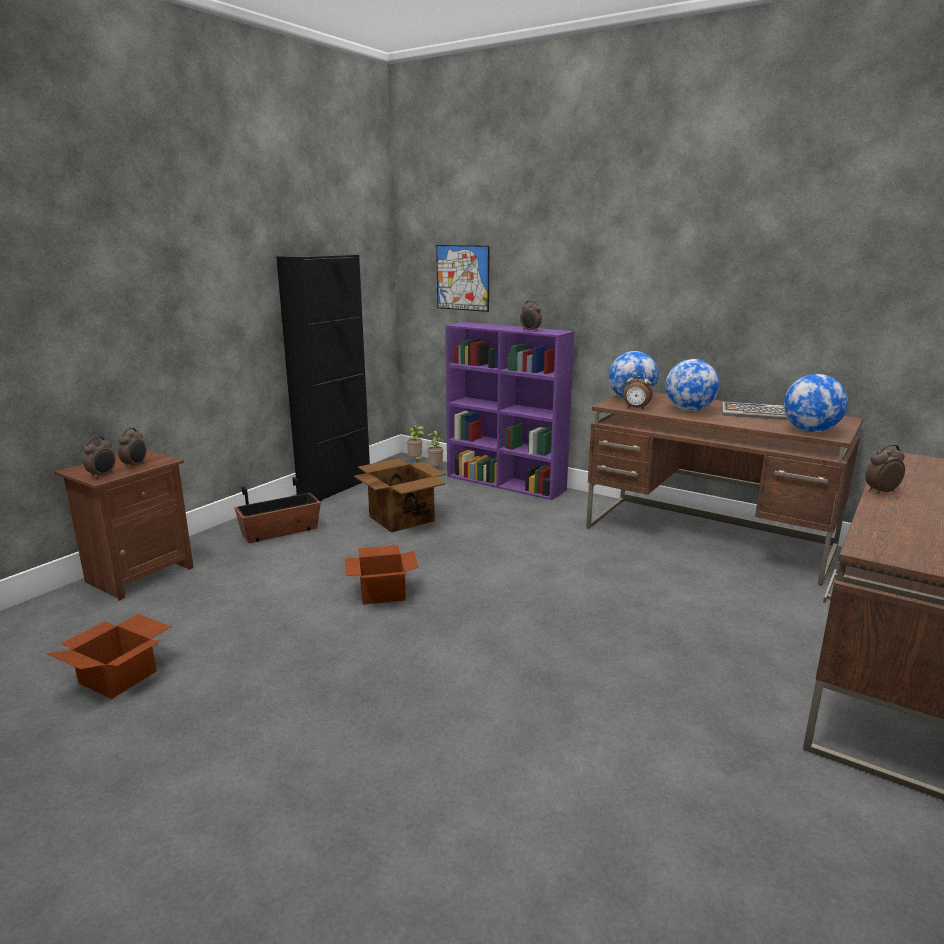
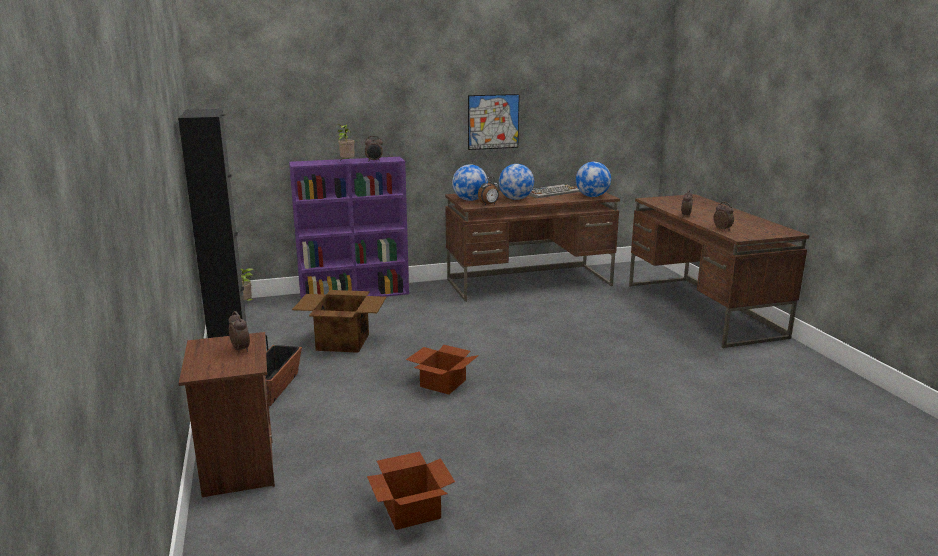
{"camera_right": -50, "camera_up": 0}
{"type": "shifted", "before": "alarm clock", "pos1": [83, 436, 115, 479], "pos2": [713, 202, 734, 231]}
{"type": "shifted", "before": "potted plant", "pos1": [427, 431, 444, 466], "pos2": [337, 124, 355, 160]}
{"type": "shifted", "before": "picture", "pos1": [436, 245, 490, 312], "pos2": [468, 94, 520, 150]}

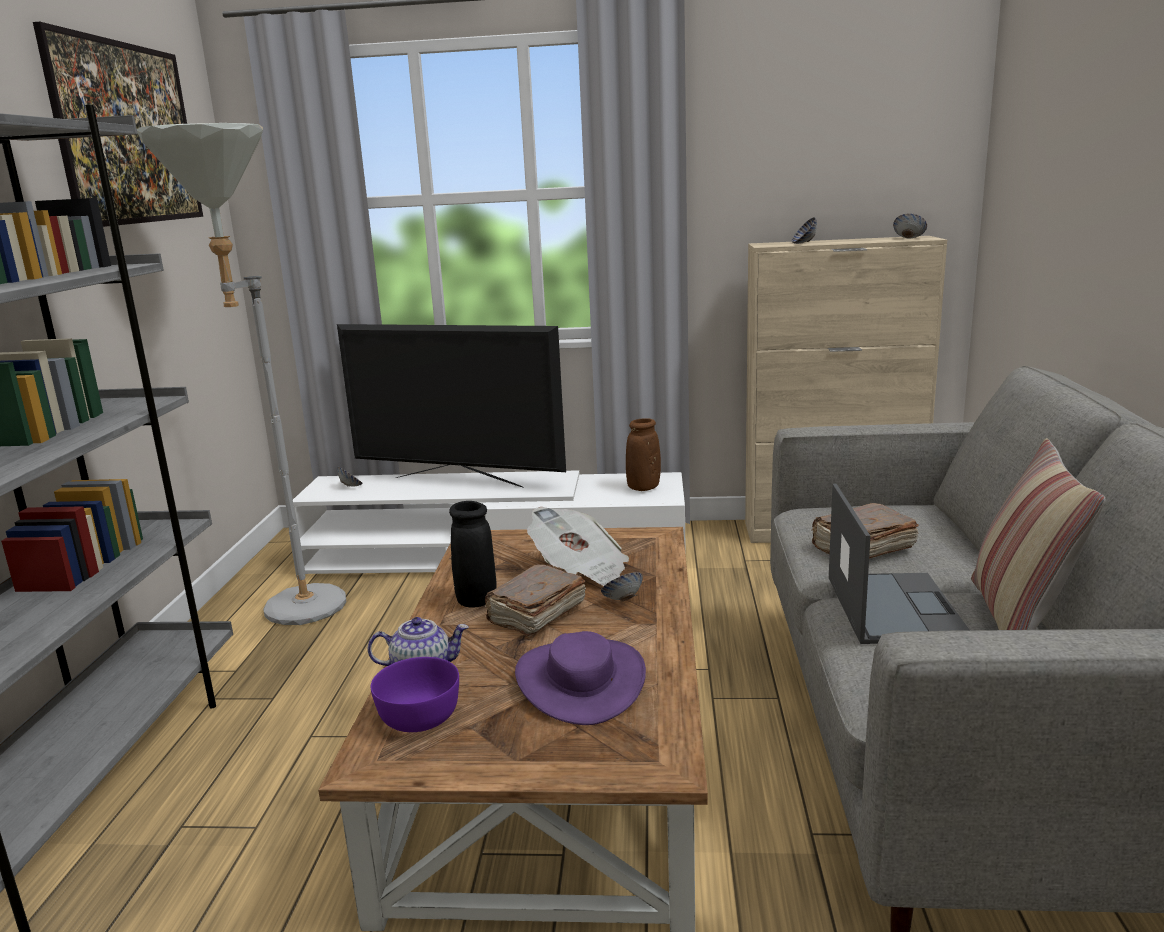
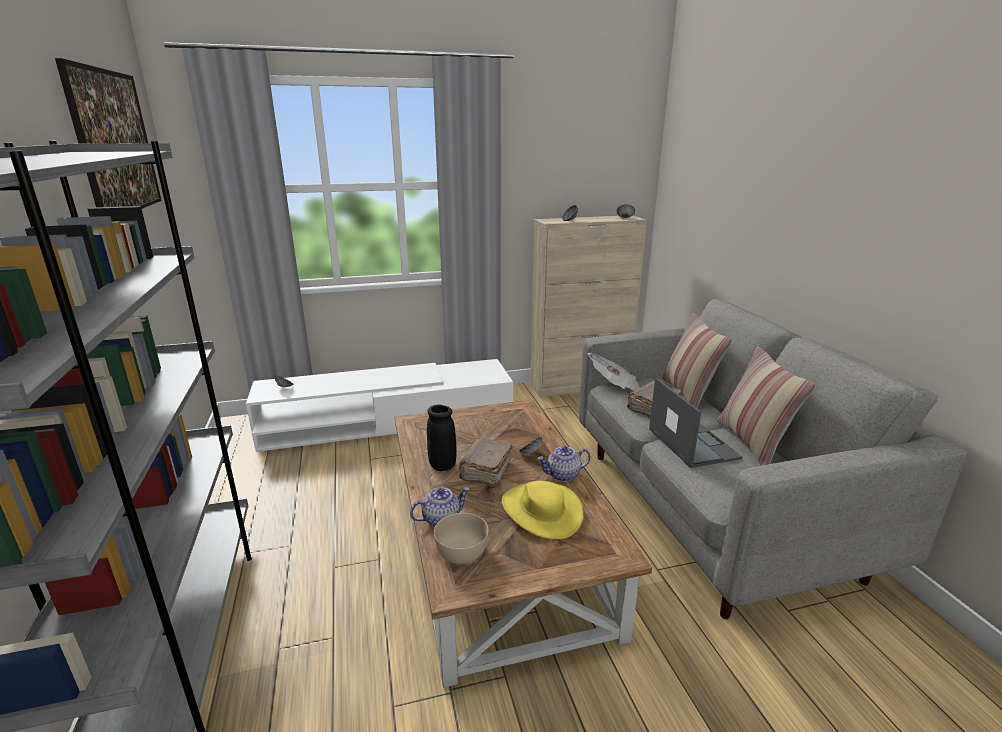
{"camera_right": -20, "camera_up": 5}
{"type": "gone", "before": "floor lamp in grey", "pos1": [137, 123, 347, 625]}
{"type": "gone", "before": "television", "pos1": [337, 324, 566, 488]}
{"type": "gone", "before": "vase in brown", "pos1": [626, 418, 661, 491]}
{"type": "new", "after": "teapot", "pos2": [538, 446, 591, 482]}
{"type": "new", "after": "pillow", "pos2": [662, 313, 732, 408]}
{"type": "shifted", "before": "newspaper", "pos1": [527, 507, 629, 586], "pos2": [588, 353, 640, 391]}
{"type": "repainted", "before": "bowl in purple", "after": "bowl in beige", "pos1": [371, 657, 459, 732], "pos2": [434, 513, 488, 564]}
{"type": "repainted", "before": "hat in purple", "after": "hat in yellow", "pos1": [515, 631, 646, 725], "pos2": [502, 481, 583, 539]}

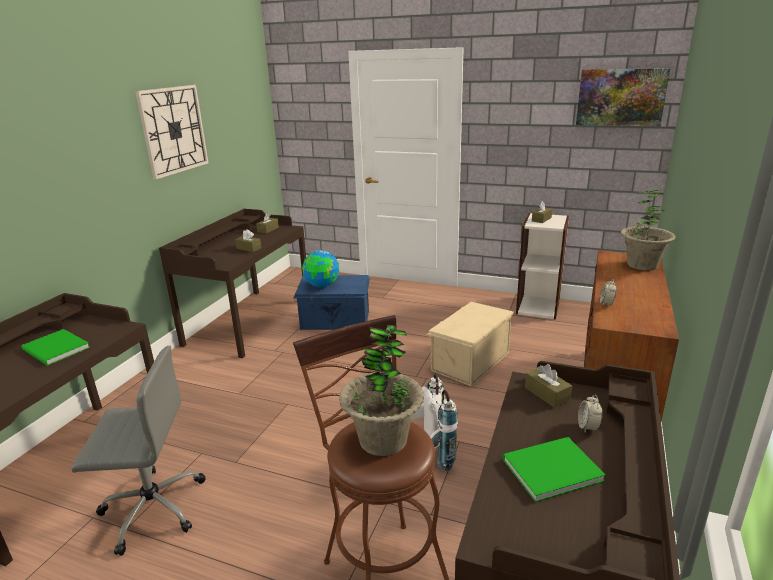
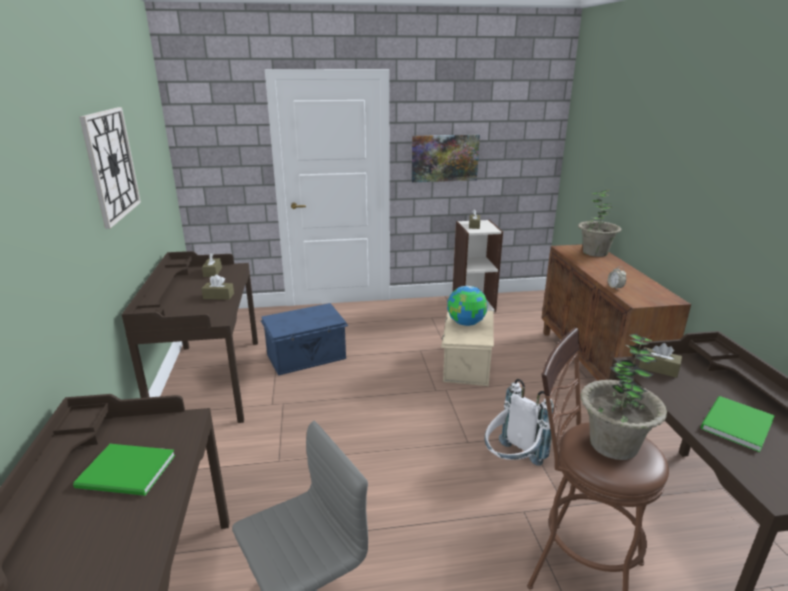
{"camera_right": -30, "camera_up": 0}
{"type": "gone", "before": "alarm clock", "pos1": [578, 395, 603, 433]}
{"type": "shifted", "before": "globe", "pos1": [302, 250, 339, 287], "pos2": [447, 286, 488, 326]}
{"type": "shifted", "before": "picture", "pos1": [576, 68, 670, 126], "pos2": [412, 134, 480, 182]}

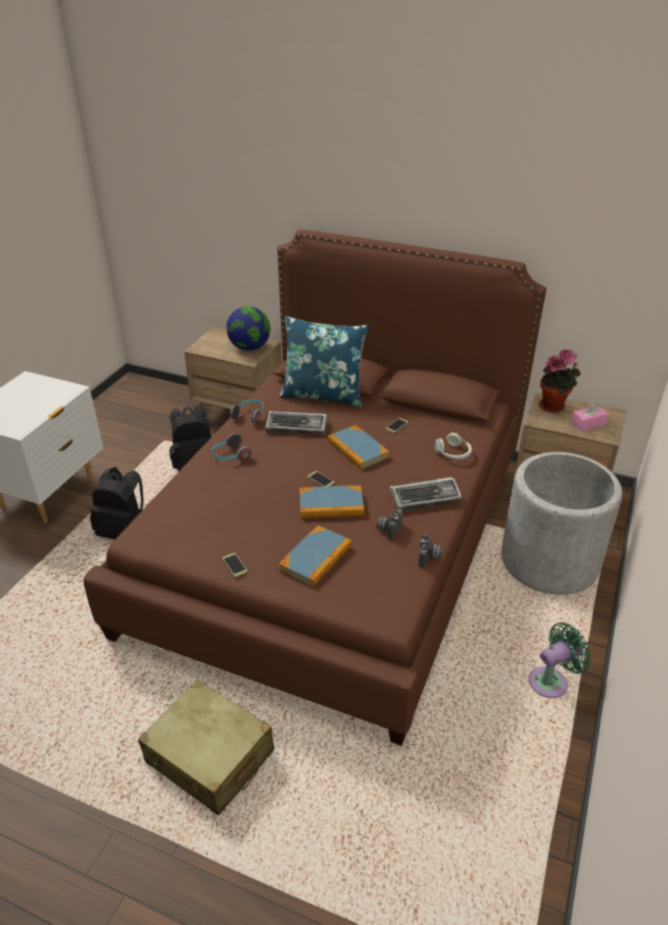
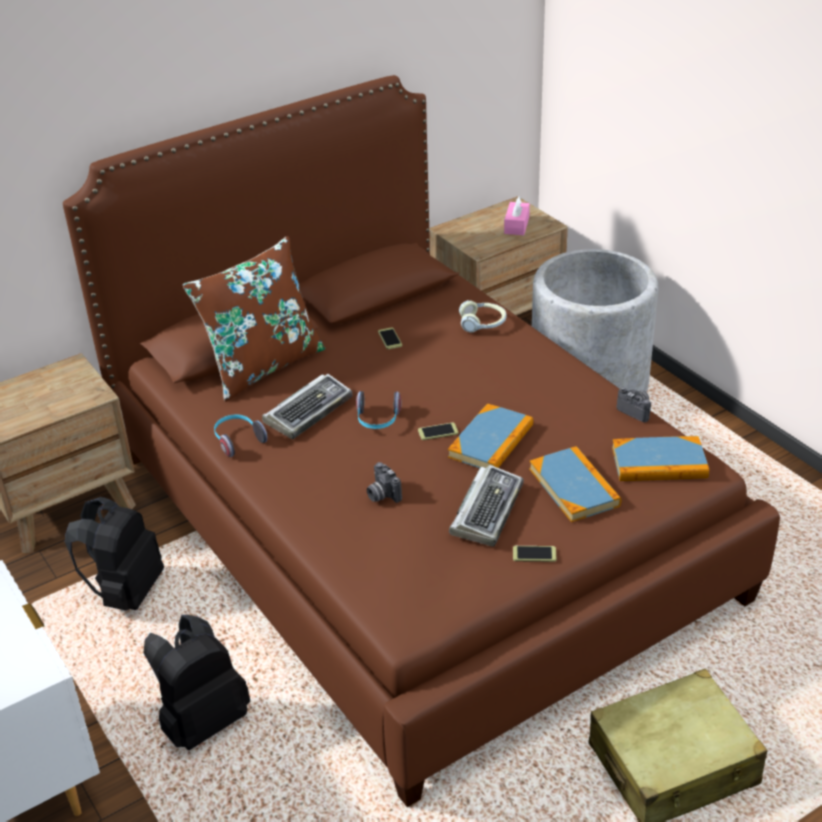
{"camera_right": -55, "camera_up": 0}
{"type": "gone", "before": "globe", "pos1": [226, 306, 270, 351]}
{"type": "gone", "before": "fan in green", "pos1": [529, 623, 591, 698]}
{"type": "gone", "before": "potted plant", "pos1": [539, 349, 581, 413]}
{"type": "shifted", "before": "headphones", "pos1": [212, 433, 252, 461], "pos2": [356, 391, 402, 429]}
{"type": "shifted", "before": "book", "pos1": [328, 425, 389, 470], "pos2": [612, 436, 709, 481]}
{"type": "shifted", "before": "photo camera", "pos1": [377, 509, 402, 540], "pos2": [367, 462, 402, 503]}
{"type": "shifted", "before": "keyboard", "pos1": [389, 477, 462, 511], "pos2": [449, 465, 524, 547]}
{"type": "repainted", "before": "pillow in blue", "after": "pillow in brown", "pos1": [279, 316, 369, 408], "pos2": [183, 236, 325, 402]}

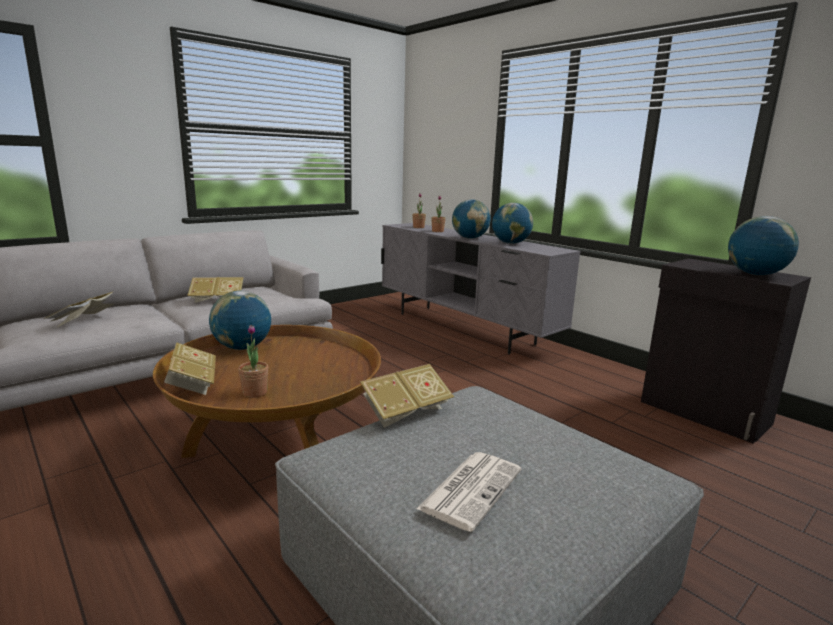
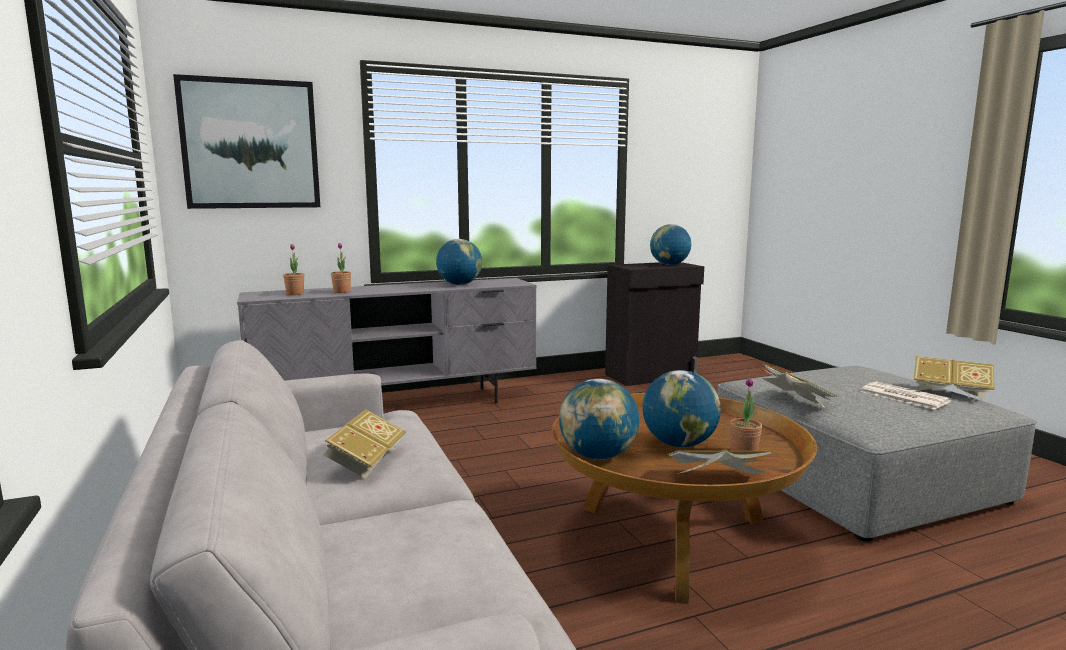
{"camera_right": -70, "camera_up": -5}
{"type": "new", "after": "picture", "pos2": [173, 74, 320, 209]}
{"type": "shifted", "before": "book", "pos1": [44, 292, 114, 328], "pos2": [914, 356, 995, 399]}
{"type": "shifted", "before": "globe", "pos1": [452, 199, 491, 239], "pos2": [642, 370, 721, 447]}

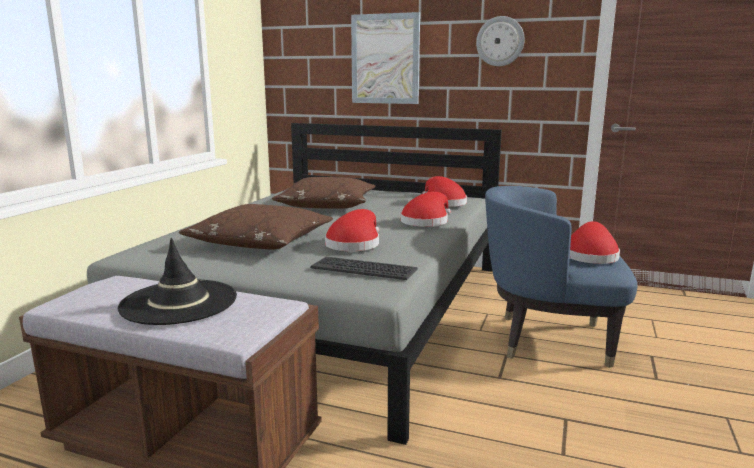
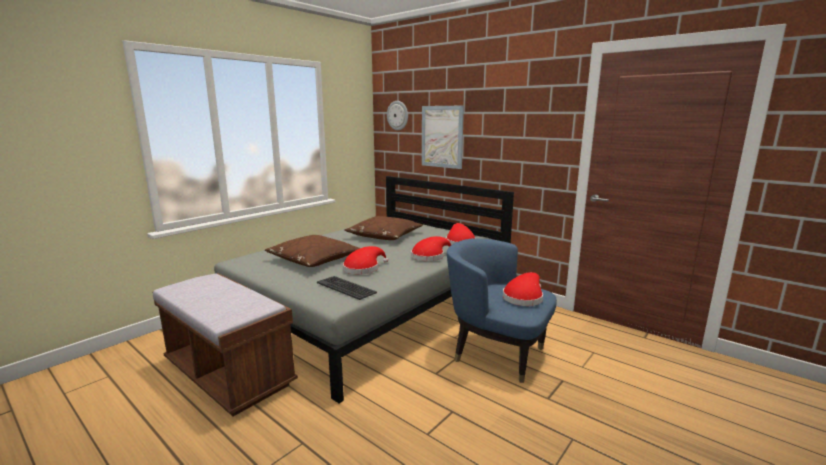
{"camera_right": 20, "camera_up": 0}
{"type": "gone", "before": "hat in black", "pos1": [118, 238, 237, 325]}
{"type": "shifted", "before": "wall clock", "pos1": [476, 16, 525, 66], "pos2": [387, 101, 408, 130]}

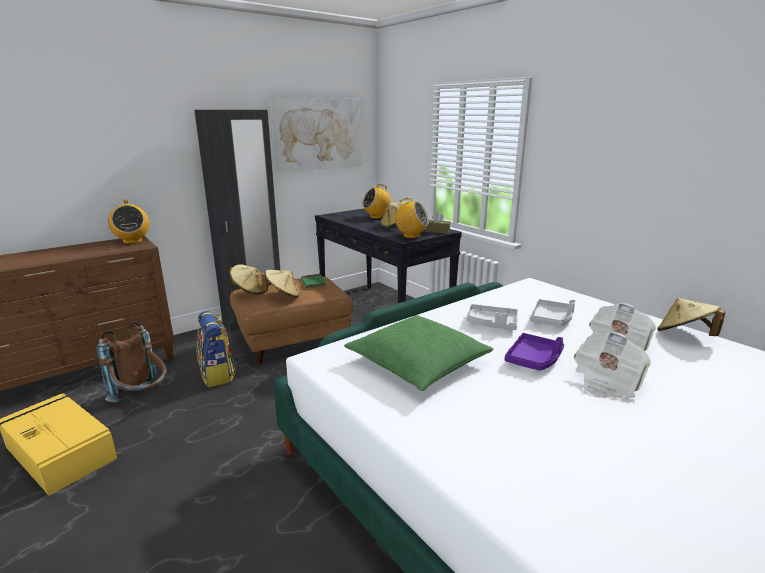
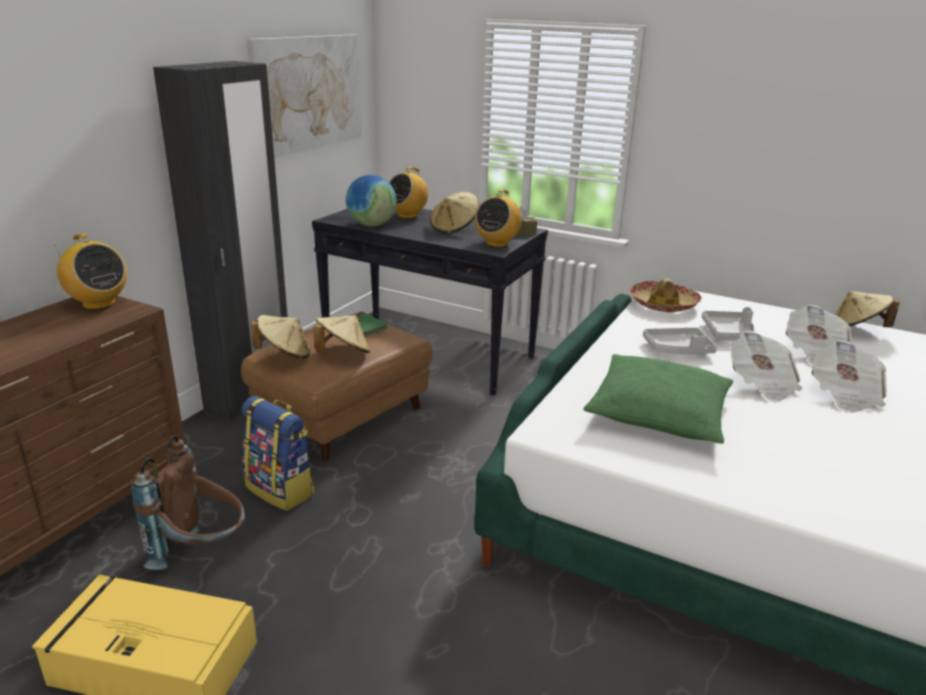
{"camera_right": -25, "camera_up": 5}
{"type": "new", "after": "globe", "pos2": [346, 175, 397, 227]}
{"type": "new", "after": "hat", "pos2": [630, 279, 702, 312]}
{"type": "swapped", "before": "tray in purple", "after": "newspaper", "pos1": [505, 333, 564, 371], "pos2": [730, 331, 802, 403]}
{"type": "rotated", "before": "radio", "pos1": [392, 197, 429, 238], "pos2": [475, 190, 522, 247], "turn": 120}

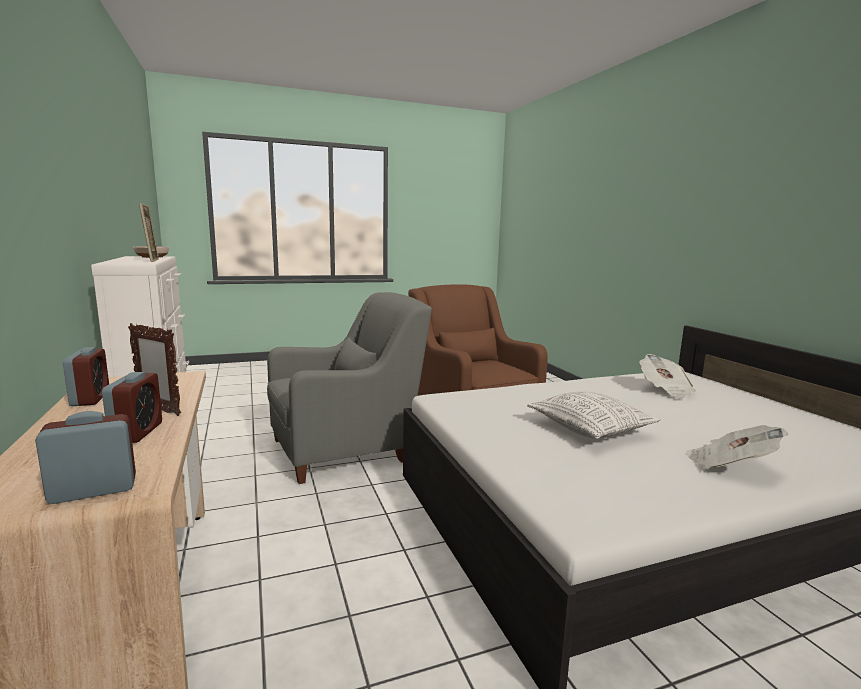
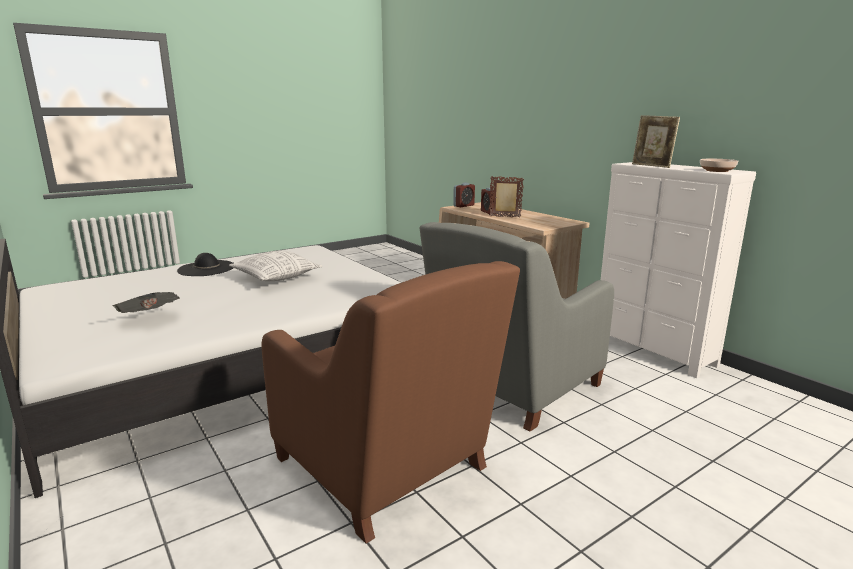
{"camera_right": 165, "camera_up": 5}
{"type": "gone", "before": "alarm clock", "pos1": [63, 347, 109, 406]}
{"type": "swapped", "before": "newspaper", "after": "hat in black", "pos1": [686, 425, 788, 469], "pos2": [177, 253, 234, 276]}

